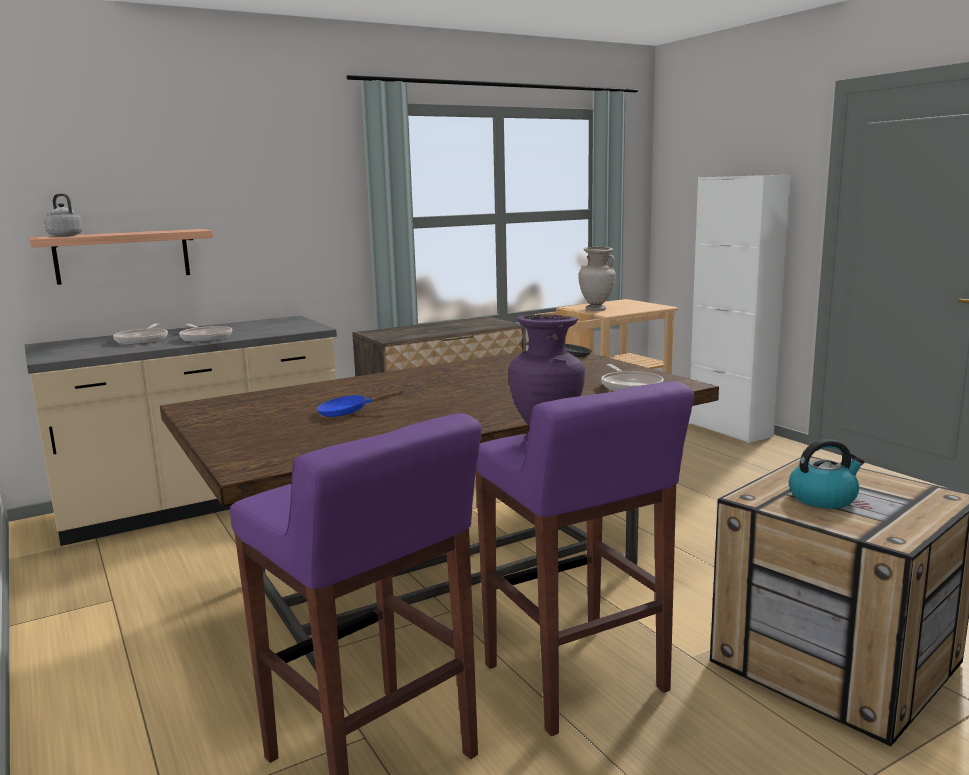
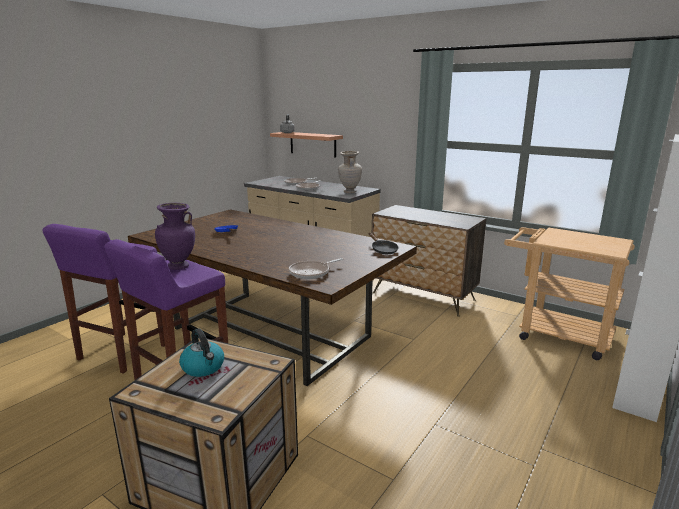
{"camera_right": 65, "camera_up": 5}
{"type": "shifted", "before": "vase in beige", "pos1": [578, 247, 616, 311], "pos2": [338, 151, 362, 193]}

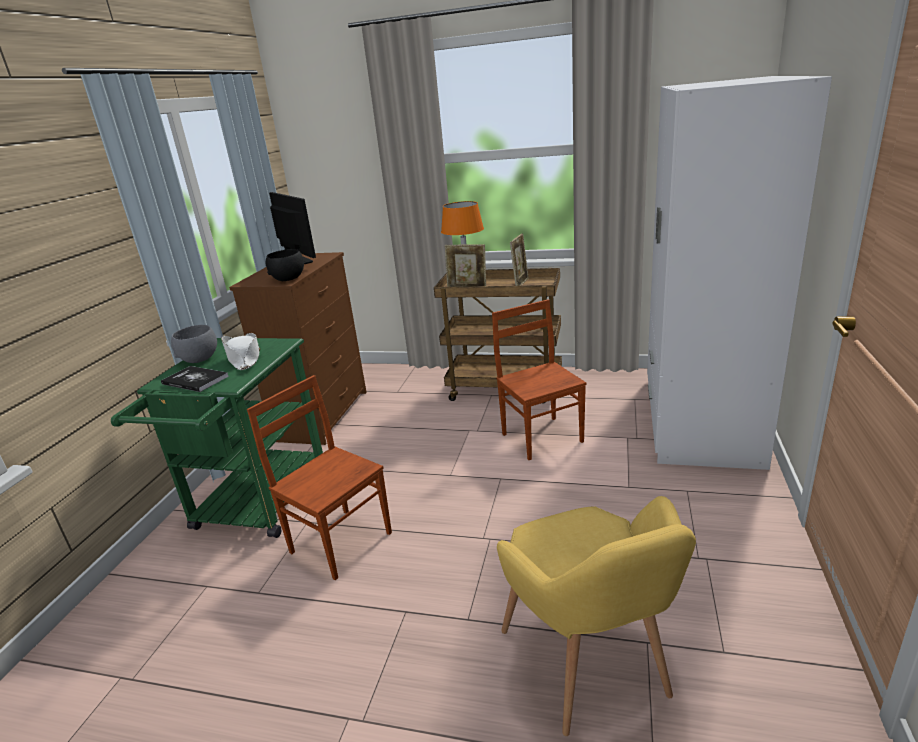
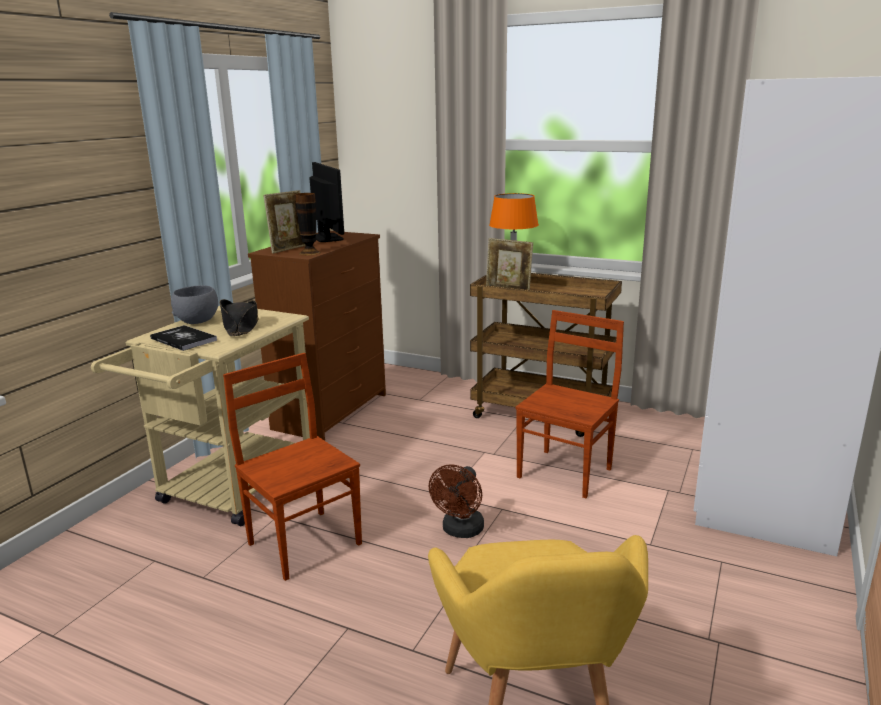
{"camera_right": 10, "camera_up": -5}
{"type": "new", "after": "fan in brown", "pos2": [429, 464, 484, 538]}
{"type": "shifted", "before": "picture frame", "pos1": [510, 233, 528, 286], "pos2": [263, 190, 306, 253]}
{"type": "swapped", "before": "bowl in black", "after": "vase", "pos1": [266, 249, 304, 281], "pos2": [295, 193, 321, 255]}
{"type": "repainted", "before": "cart in green", "after": "cart in beige", "pos1": [111, 338, 323, 538], "pos2": [91, 306, 310, 526]}
{"type": "repainted", "before": "hat in white", "after": "hat in black", "pos1": [221, 333, 260, 370], "pos2": [220, 299, 259, 336]}
{"type": "rotated", "before": "chair in brown", "pos1": [492, 299, 587, 460], "pos2": [515, 310, 624, 498], "turn": 45}

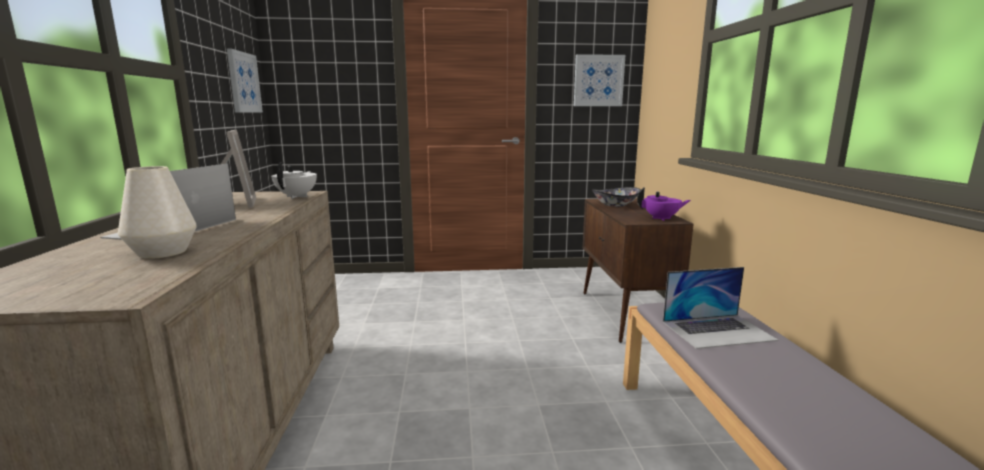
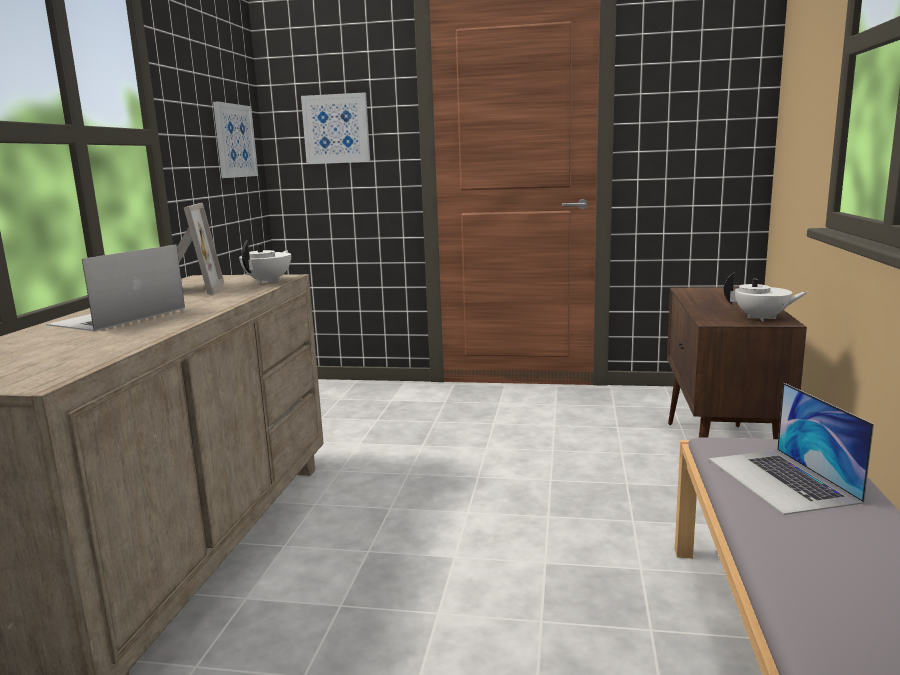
{"camera_right": 15, "camera_up": 0}
{"type": "gone", "before": "vase in white", "pos1": [118, 166, 197, 259]}
{"type": "gone", "before": "bowl", "pos1": [592, 187, 641, 207]}
{"type": "shifted", "before": "picture", "pos1": [574, 54, 625, 106], "pos2": [301, 92, 370, 164]}
{"type": "repainted", "before": "teapot in purple", "after": "teapot in white", "pos1": [637, 187, 691, 221], "pos2": [724, 272, 808, 322]}
{"type": "rotated", "before": "laptop", "pos1": [663, 267, 778, 349], "pos2": [709, 383, 874, 515], "turn": 75}

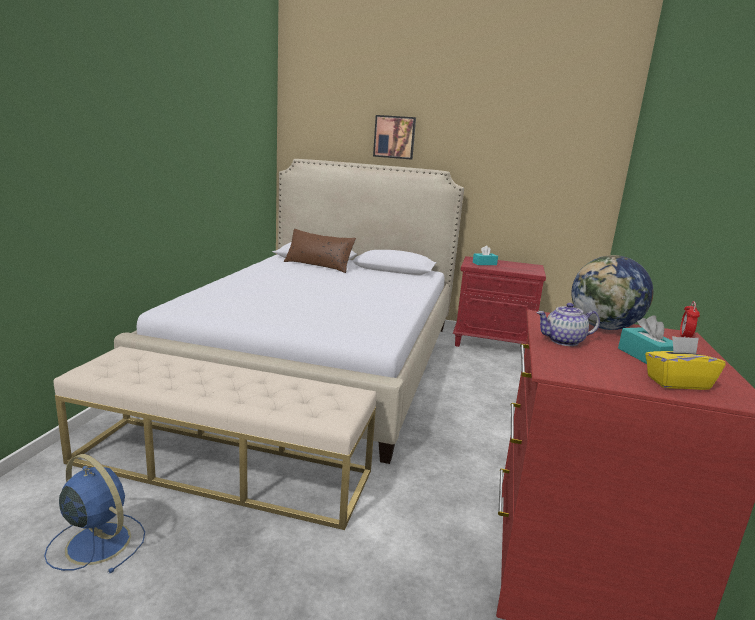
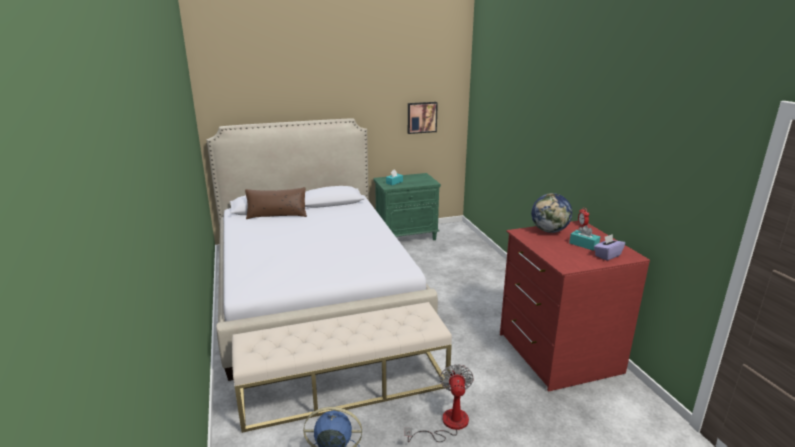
{"camera_right": -30, "camera_up": 5}
{"type": "gone", "before": "teapot", "pos1": [536, 303, 600, 346]}
{"type": "new", "after": "fan", "pos2": [404, 364, 474, 442]}
{"type": "shifted", "before": "picture", "pos1": [373, 115, 416, 160], "pos2": [408, 102, 438, 134]}
{"type": "repainted", "before": "nightstand in red", "after": "nightstand in green", "pos1": [453, 256, 546, 347], "pos2": [373, 173, 441, 240]}
{"type": "repainted", "before": "tissue box in yellow", "after": "tissue box in purple", "pos1": [645, 336, 726, 390], "pos2": [594, 234, 625, 261]}

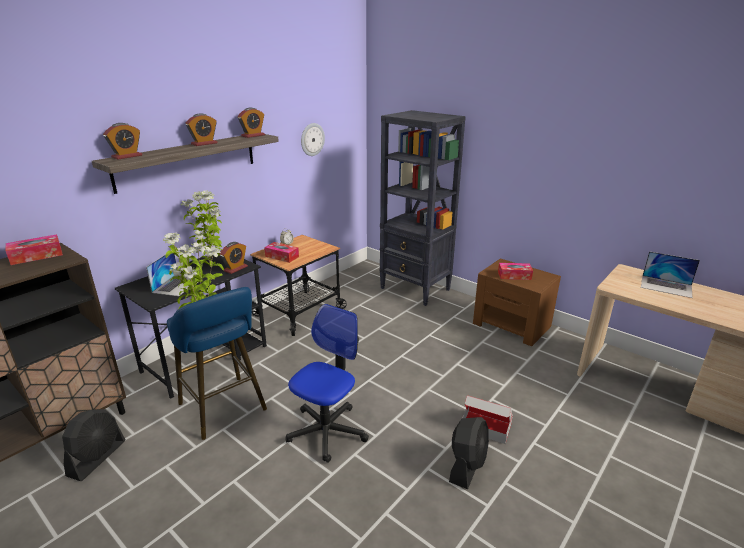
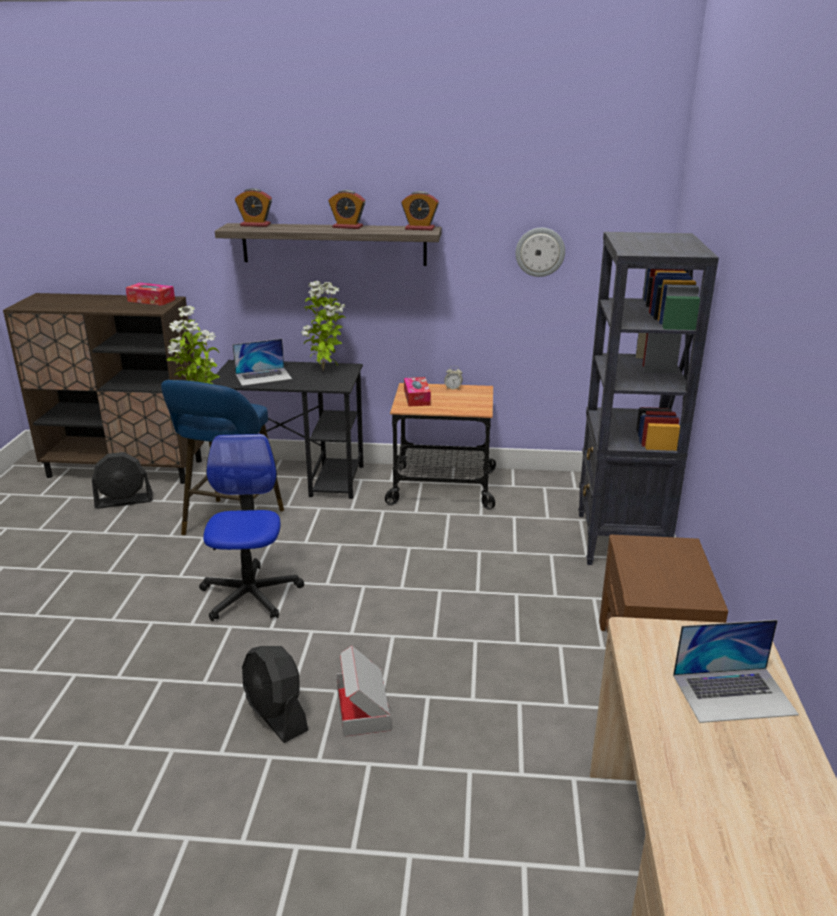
{"camera_right": 55, "camera_up": 0}
{"type": "gone", "before": "alarm clock", "pos1": [220, 242, 248, 274]}
{"type": "gone", "before": "tissue box", "pos1": [498, 263, 533, 280]}
{"type": "rotated", "before": "office chair", "pos1": [286, 304, 369, 463], "pos2": [199, 434, 304, 621], "turn": -90}
{"type": "rotated", "before": "fan in black", "pos1": [449, 417, 489, 489], "pos2": [242, 646, 308, 743], "turn": 60}
{"type": "rotated", "before": "laptop", "pos1": [641, 251, 700, 298], "pos2": [673, 620, 799, 723], "turn": -90}

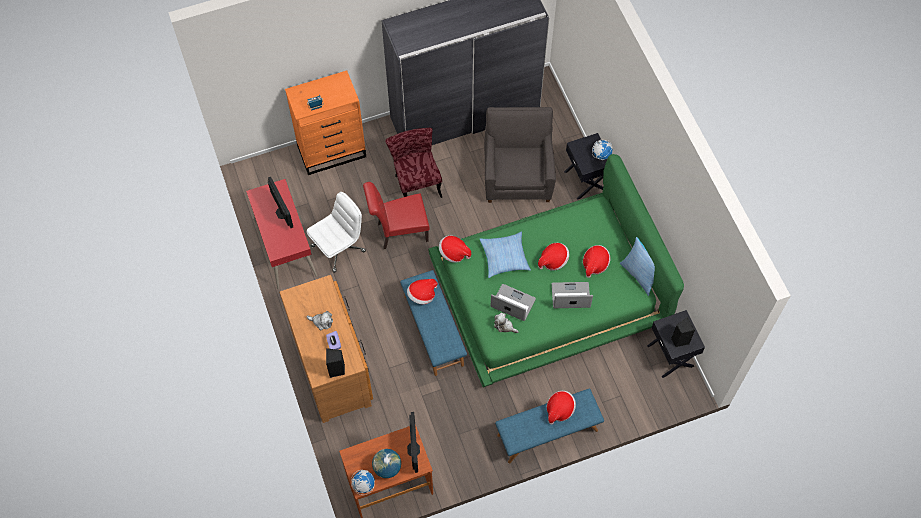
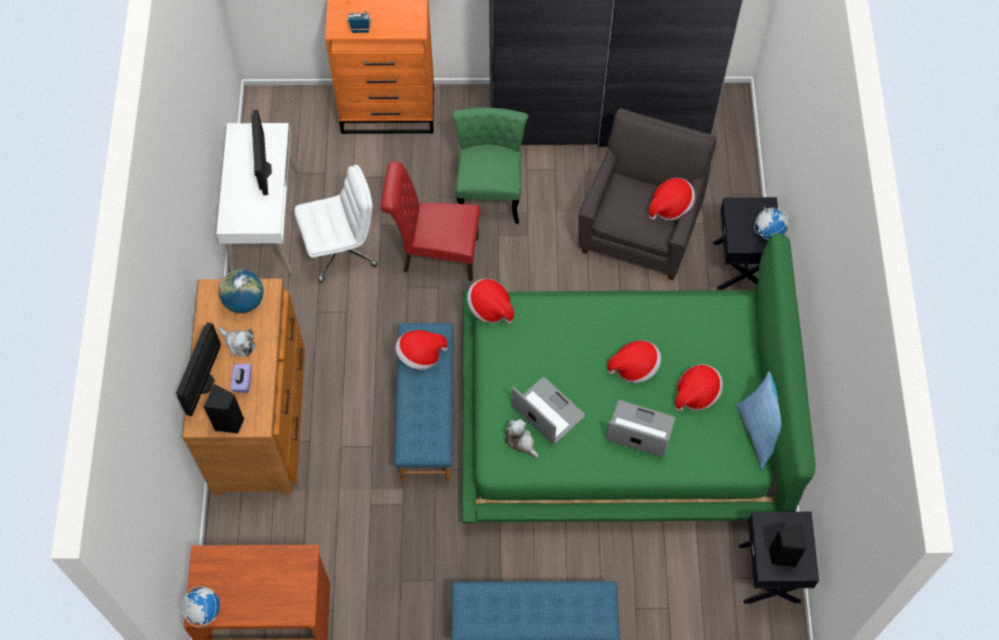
{"camera_right": 20, "camera_up": 0}
{"type": "gone", "before": "pillow", "pos1": [480, 231, 531, 278]}
{"type": "shifted", "before": "globe", "pos1": [372, 449, 401, 478], "pos2": [219, 269, 264, 313]}
{"type": "shifted", "before": "monitor", "pos1": [407, 412, 420, 473], "pos2": [176, 322, 221, 416]}
{"type": "shifted", "before": "hat", "pos1": [547, 391, 576, 424], "pos2": [649, 178, 695, 221]}
{"type": "repainted", "before": "desk in red", "after": "desk in white", "pos1": [246, 179, 317, 289], "pos2": [216, 123, 301, 280]}
{"type": "repainted", "before": "chair in red", "after": "chair in green", "pos1": [385, 128, 442, 198], "pos2": [453, 108, 528, 224]}

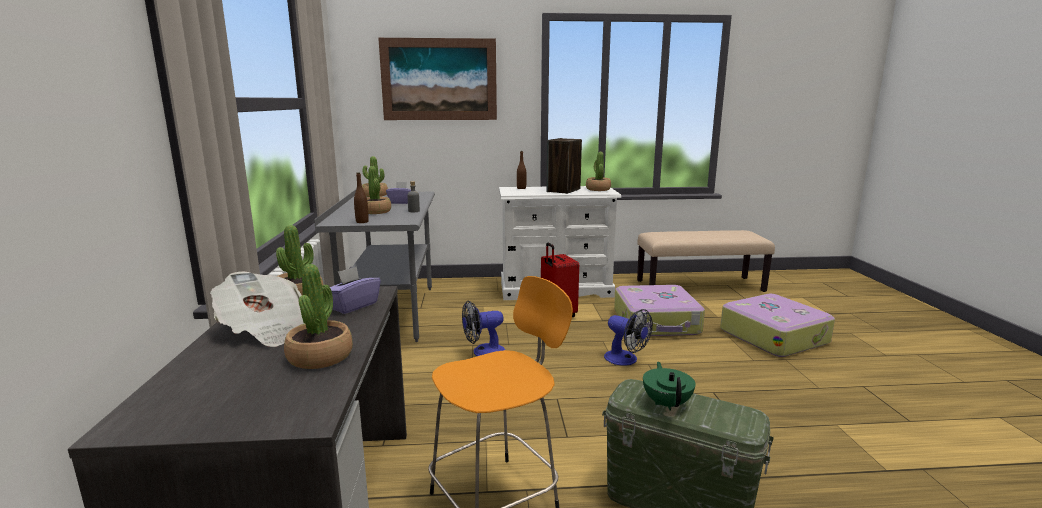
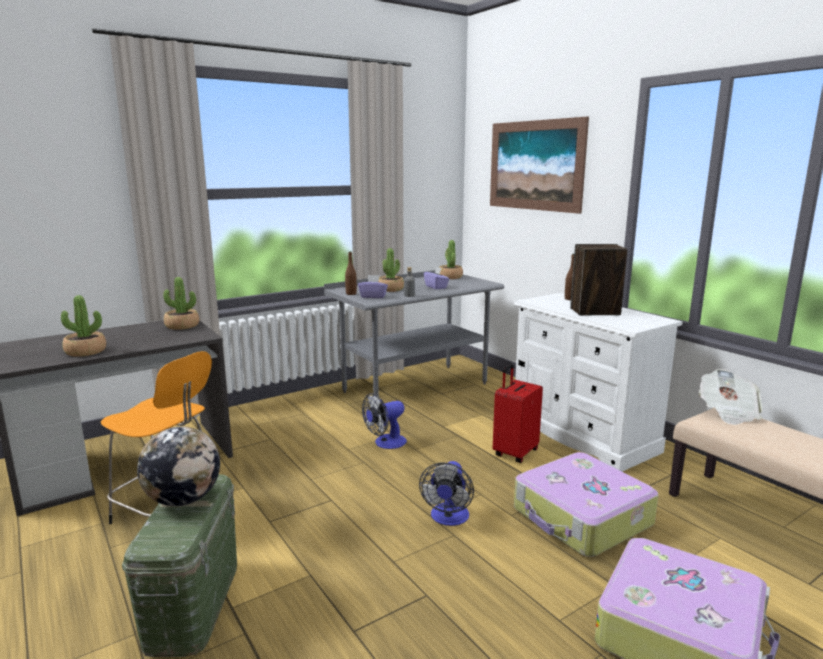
{"camera_right": 60, "camera_up": 0}
{"type": "gone", "before": "potted plant", "pos1": [586, 152, 611, 191]}
{"type": "shifted", "before": "newspaper", "pos1": [210, 271, 305, 347], "pos2": [699, 369, 762, 425]}
{"type": "shifted", "before": "tissue box in purple", "pos1": [330, 266, 381, 314], "pos2": [358, 275, 388, 298]}
{"type": "swapped", "before": "teapot in green", "after": "globe", "pos1": [643, 362, 695, 411], "pos2": [137, 426, 220, 506]}
{"type": "rotated", "before": "fan", "pos1": [462, 301, 505, 356], "pos2": [362, 393, 407, 449], "turn": -75}

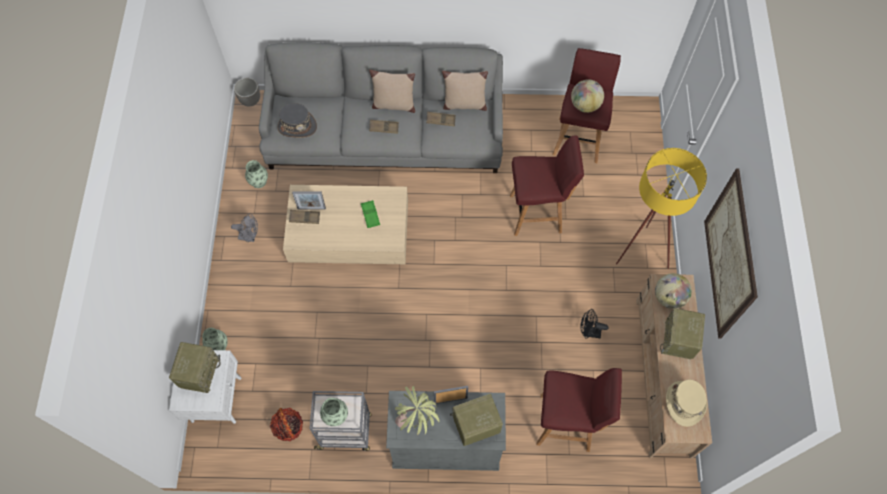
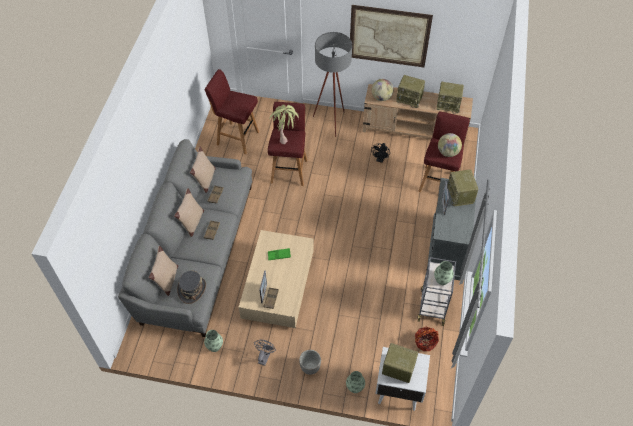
{"camera_right": -80, "camera_up": -10}
{"type": "new", "after": "pillow in beige", "pos2": [149, 246, 178, 296]}
{"type": "shifted", "before": "planter", "pos1": [234, 78, 260, 106], "pos2": [299, 350, 321, 375]}
{"type": "shifted", "before": "potted plant", "pos1": [395, 386, 439, 435], "pos2": [269, 105, 299, 144]}
{"type": "shifted", "before": "globe", "pos1": [571, 80, 604, 113], "pos2": [438, 133, 462, 157]}
{"type": "swapped", "before": "hat in beige", "after": "radio", "pos1": [666, 380, 707, 427], "pos2": [436, 82, 464, 114]}
{"type": "repainted", "before": "floor lamp in yellow", "after": "floor lamp in grey", "pos1": [616, 148, 707, 269], "pos2": [313, 32, 352, 137]}

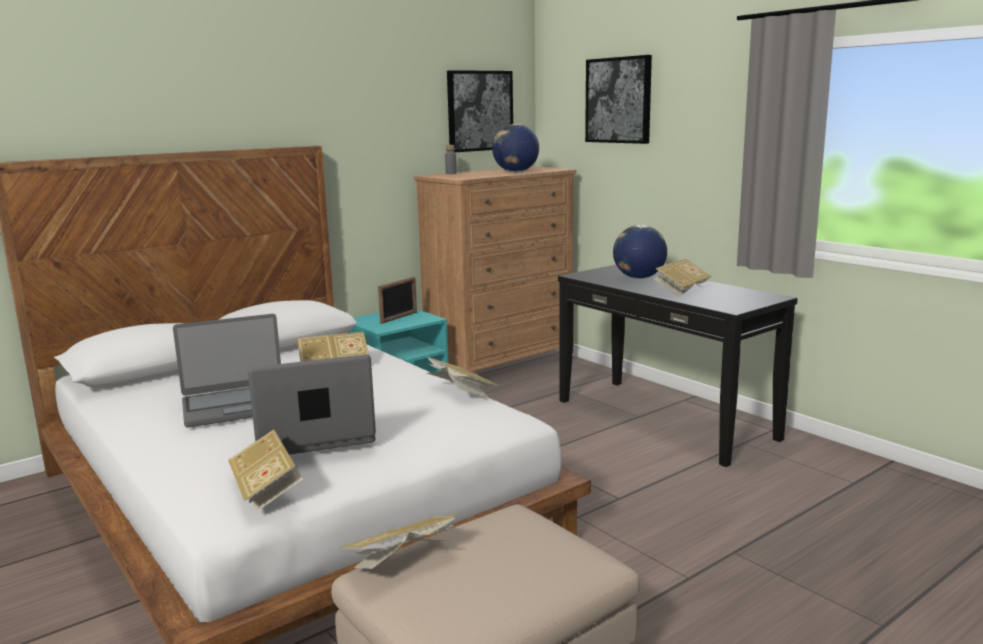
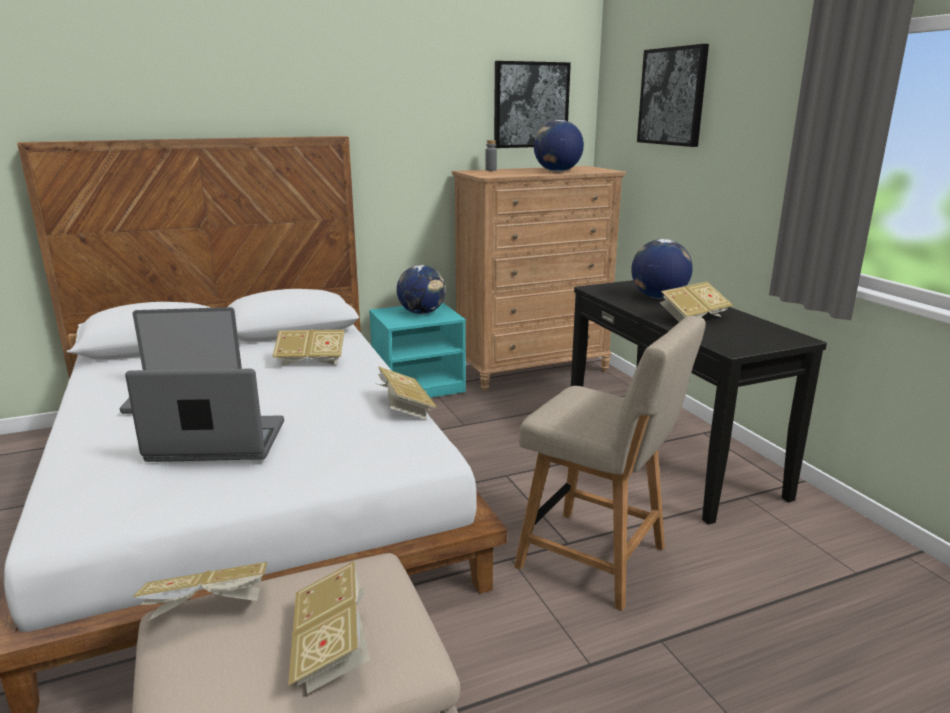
{"camera_right": 15, "camera_up": 5}
{"type": "new", "after": "chair in beige", "pos2": [514, 316, 706, 611]}
{"type": "shifted", "before": "book", "pos1": [228, 429, 303, 511], "pos2": [288, 561, 370, 694]}
{"type": "swapped", "before": "picture frame", "after": "globe", "pos1": [378, 277, 417, 324], "pos2": [397, 265, 446, 314]}

